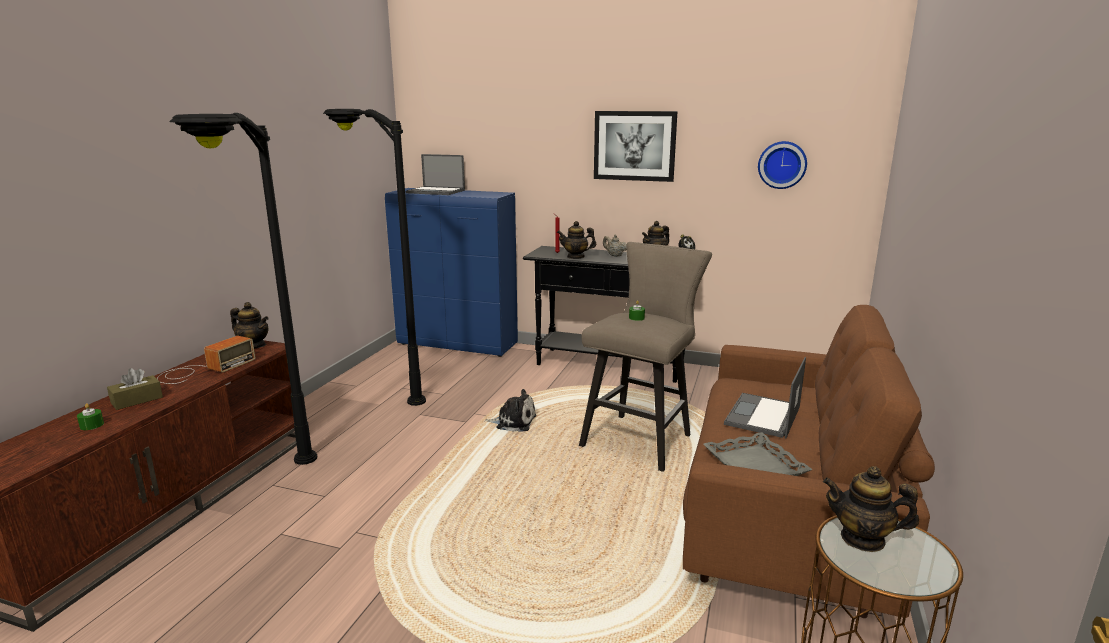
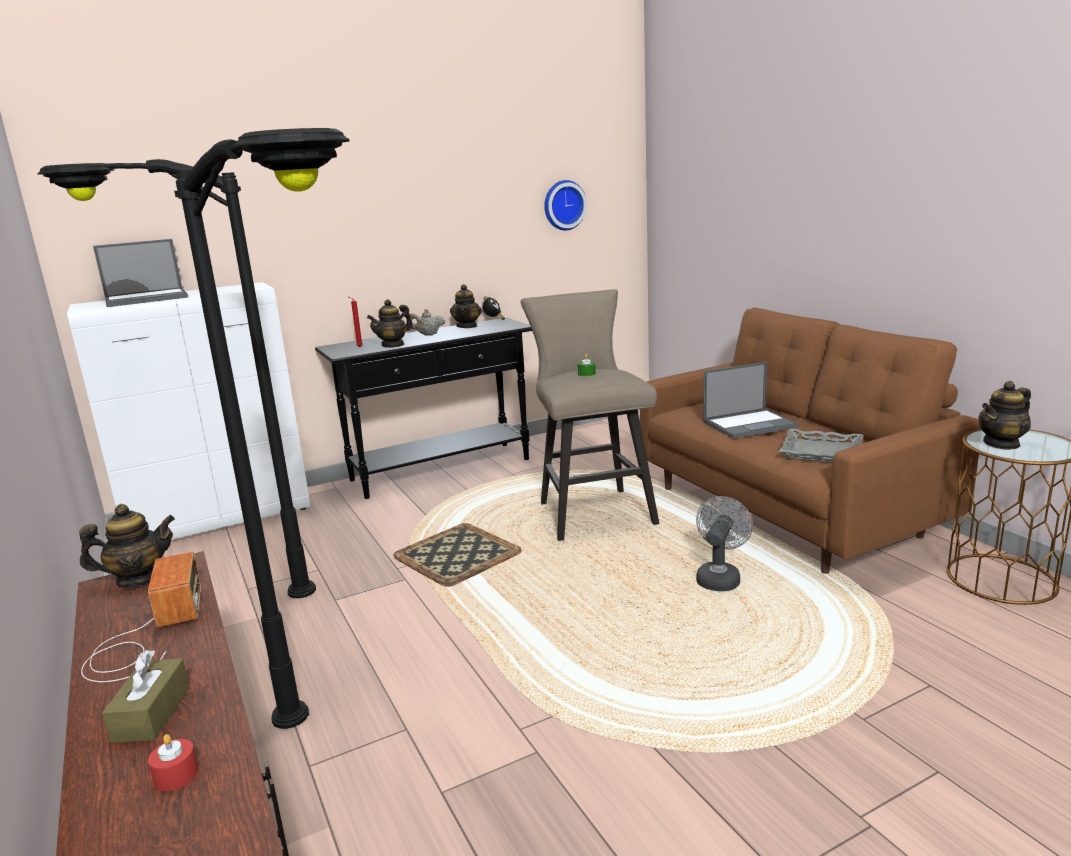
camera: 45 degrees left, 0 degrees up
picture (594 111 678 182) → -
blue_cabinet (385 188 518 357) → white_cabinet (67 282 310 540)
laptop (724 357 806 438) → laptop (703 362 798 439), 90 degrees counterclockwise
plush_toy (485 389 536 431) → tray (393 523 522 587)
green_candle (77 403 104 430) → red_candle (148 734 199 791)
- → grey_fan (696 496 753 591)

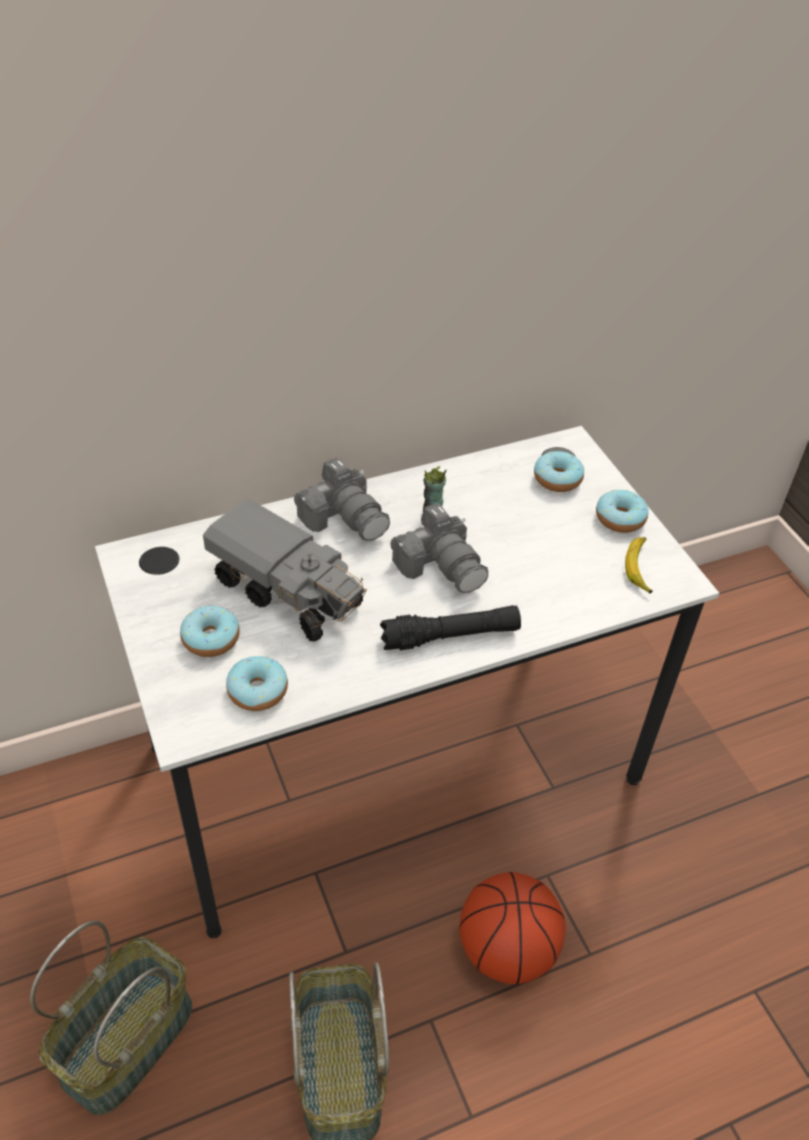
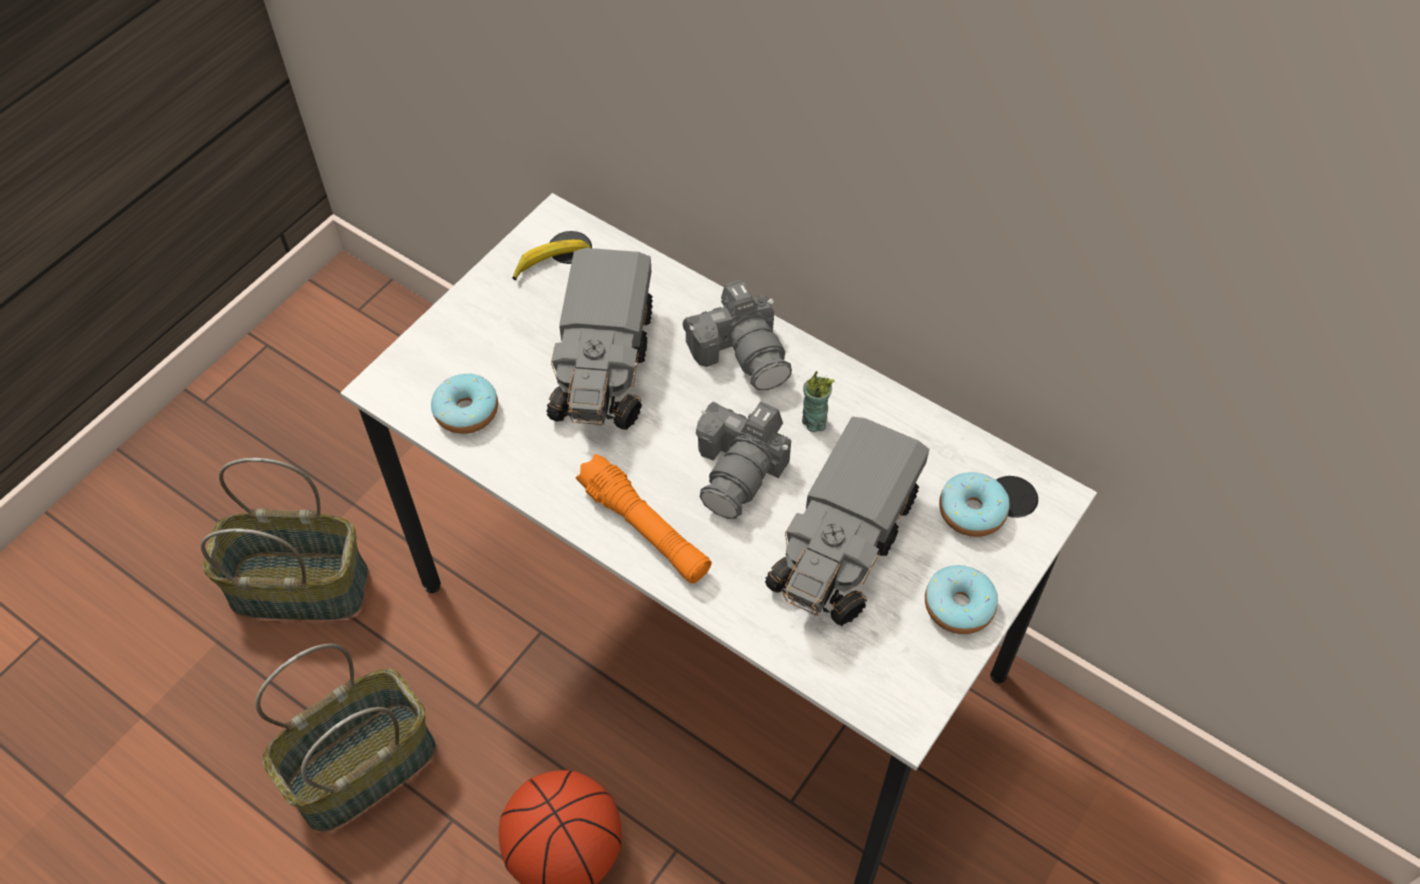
camera: 60 degrees right, 10 degrees up
photo_camera (294 458 390 541) → photo_camera (683 280 792 390), 45 degrees counterclockwise
banana (625 537 653 593) → banana (512 240 592 280), moved
black_flashlight (380 605 521 650) → orange_flashlight (576 454 712 584)
donut (180 606 240 657) → -
- → toy_truck (765 417 929 626)

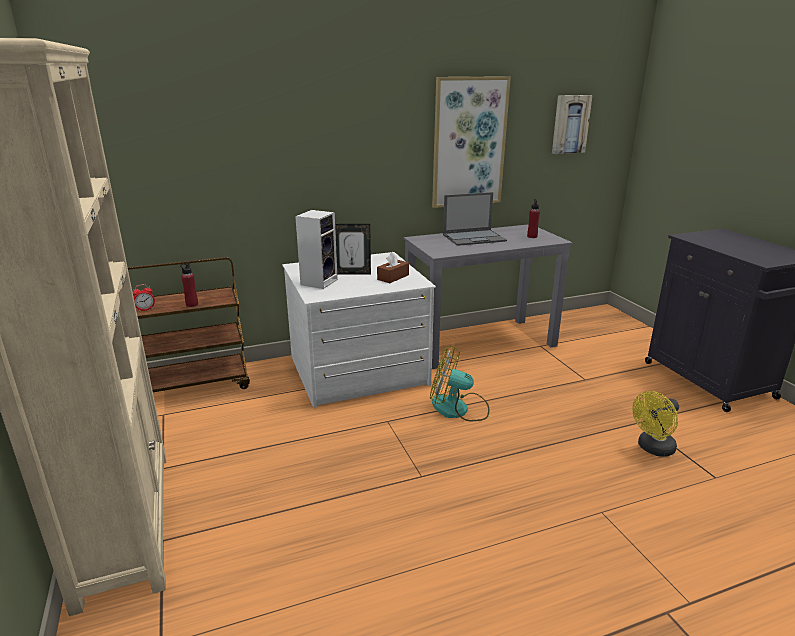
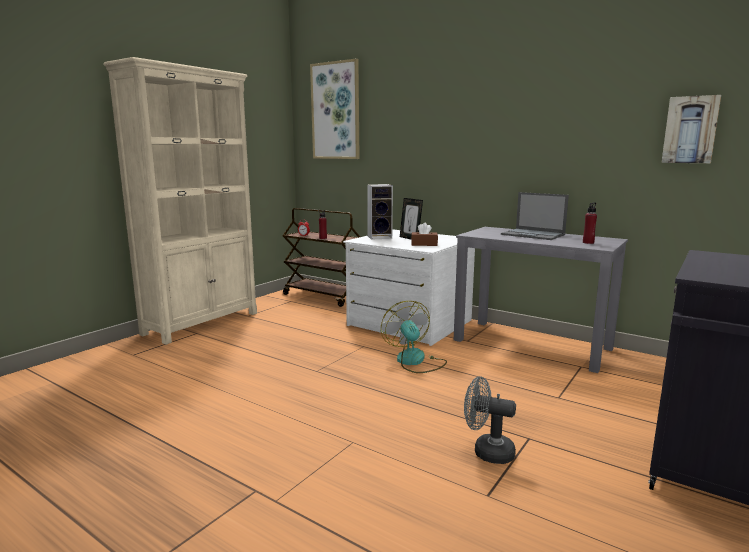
camera: 55 degrees right, 10 degrees down
picture (432 76 511 208) → picture (310 59 360 159), moved
yellow_fan (632 391 679 457) → grey_fan (464 376 516 464)

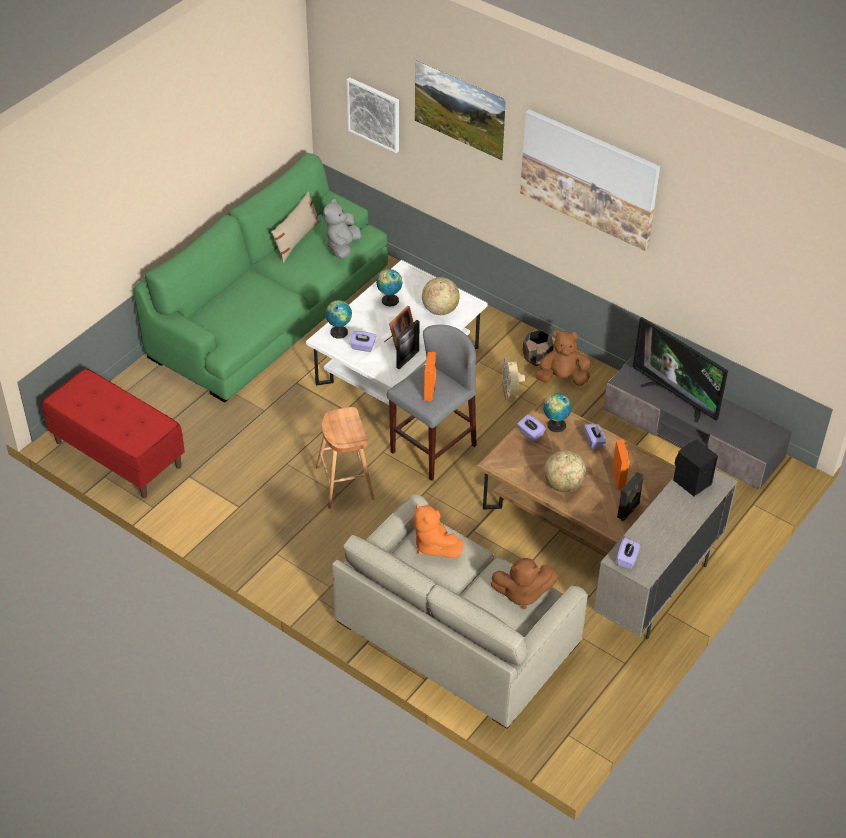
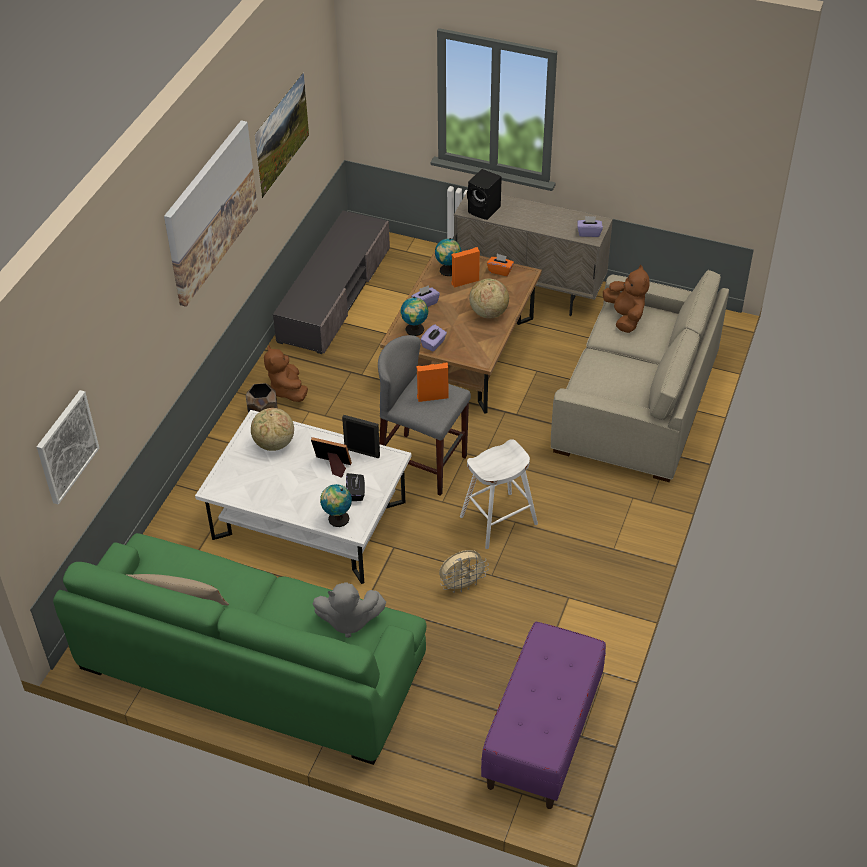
camera: 105 degrees left, 0 degrees up
picture (415 60 506 160) → picture (255 72 309 198), moved
grey_plush_toy (323 199 361 259) → grey_plush_toy (313 582 386 638), moved
globe (376 269 402 306) → globe (435 238 461 276), moved
television (633 317 728 423) → -
purple_tissue_box (349 331 376 352) → black_tissue_box (346 473 365 501)
beige_fan (502 358 525 400) → beige_fan (439 550 489 593), moved
red_bench (42 368 185 498) → purple_bench (481 622 606 809)
brown_stool (316 407 375 509) → white_stool (460 439 538 549)
black_speaker (617 472 644 521) → orange_tissue_box (487 254 514 276)
orange_plush_toy (413 503 464 558) → -

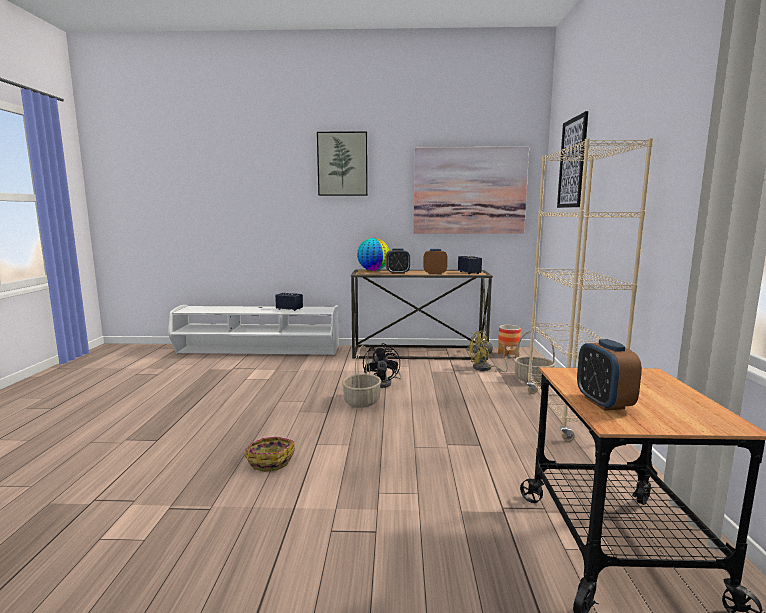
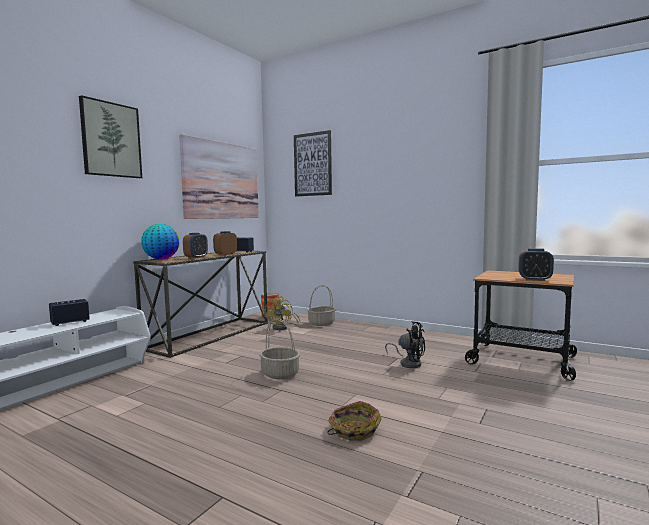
camera: 60 degrees left, 5 degrees down
beige_bookcase (526 138 653 442) → -
black_fan (363 343 402 388) → black_fan (385 321 425 368), moved

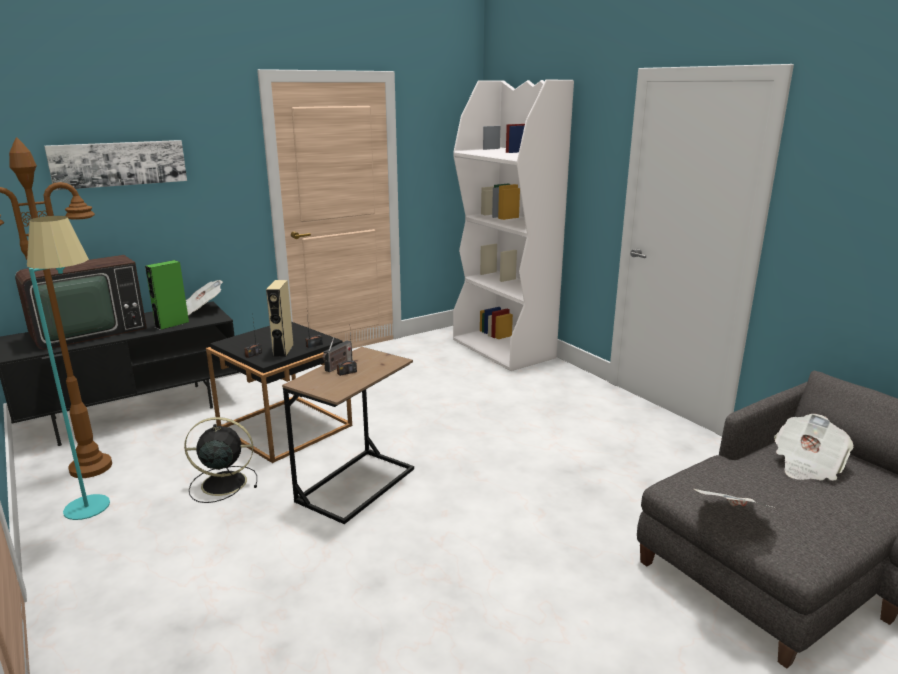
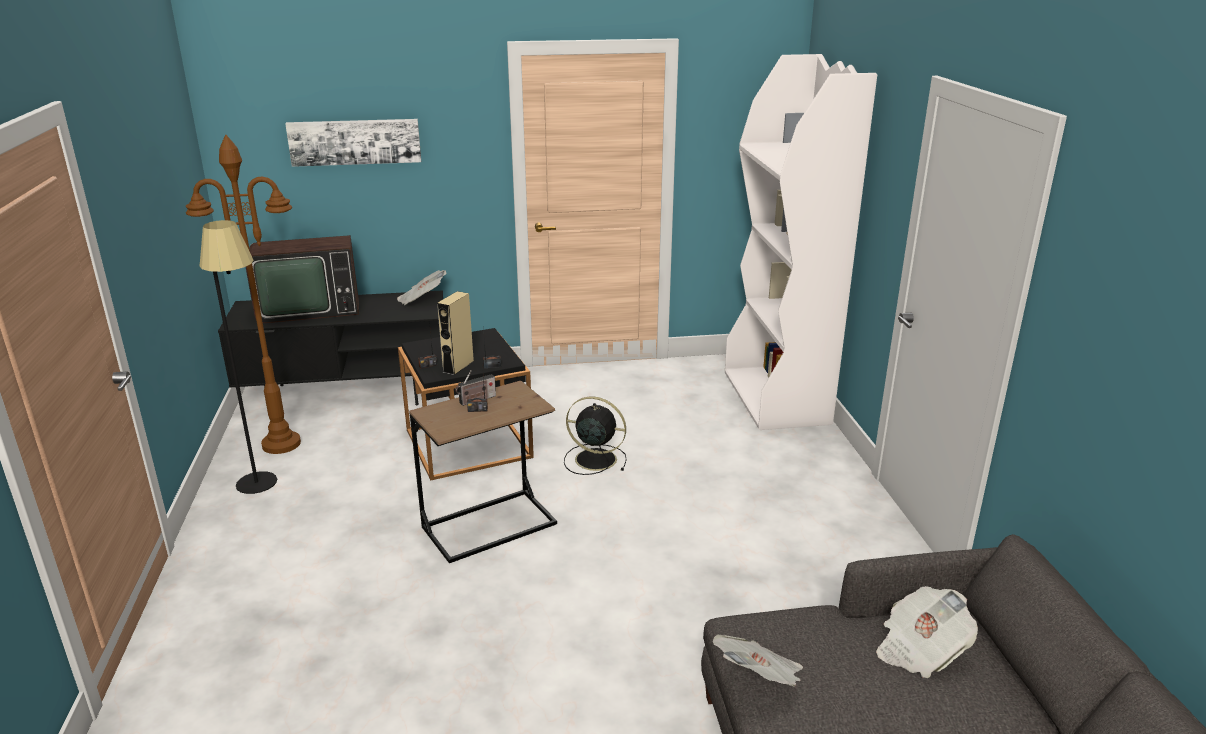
camera: 25 degrees right, 5 degrees up
turquoise_floor_lamp (27 216 110 520) → black_floor_lamp (200 220 277 494)
green_speaker (145 260 190 330) → -
black_fan (184 417 257 503) → black_fan (564 397 627 475), moved

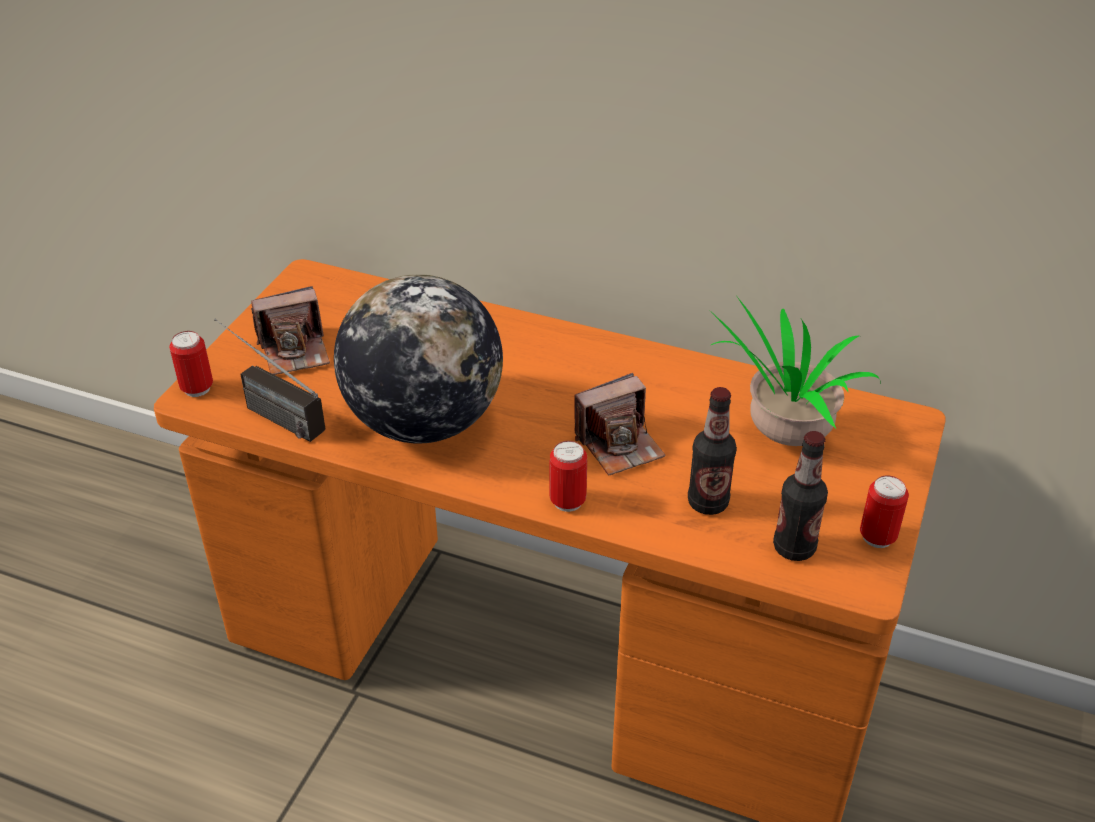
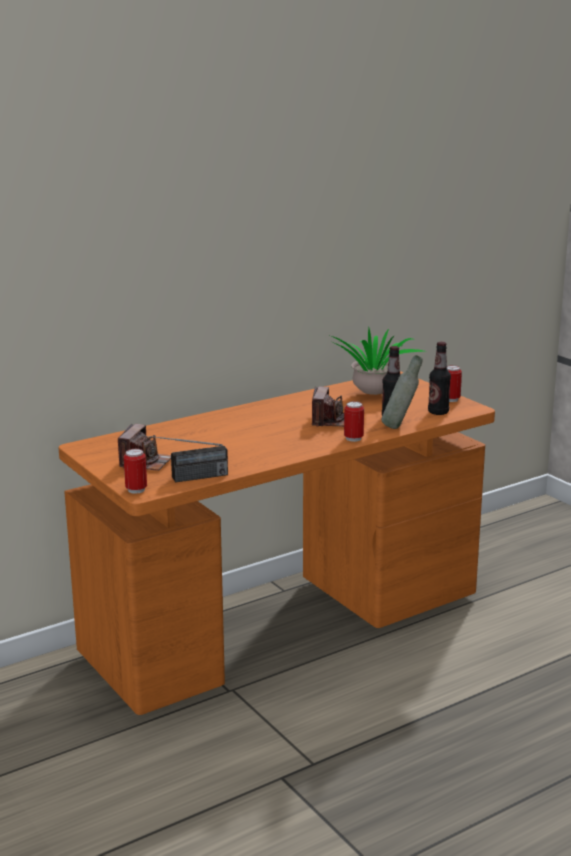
camera: 55 degrees left, 20 degrees down
globe (334 274 503 444) → -
- → grey_bottle (382 355 422 429)

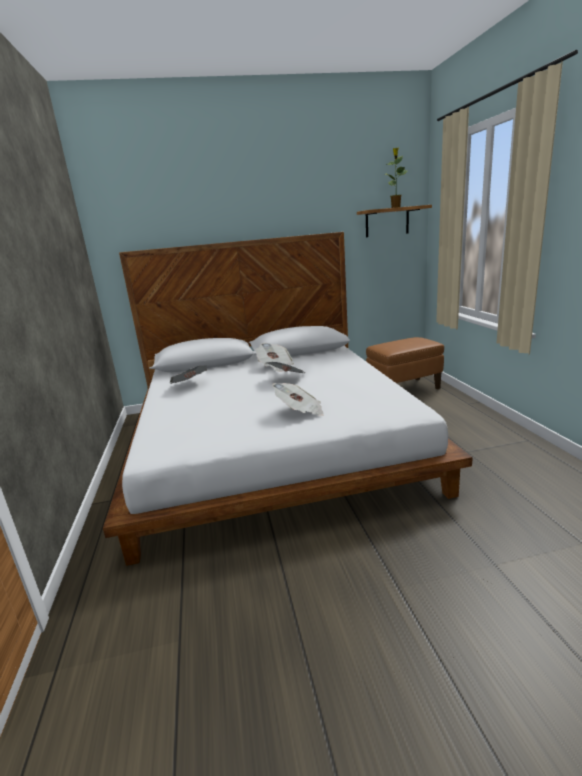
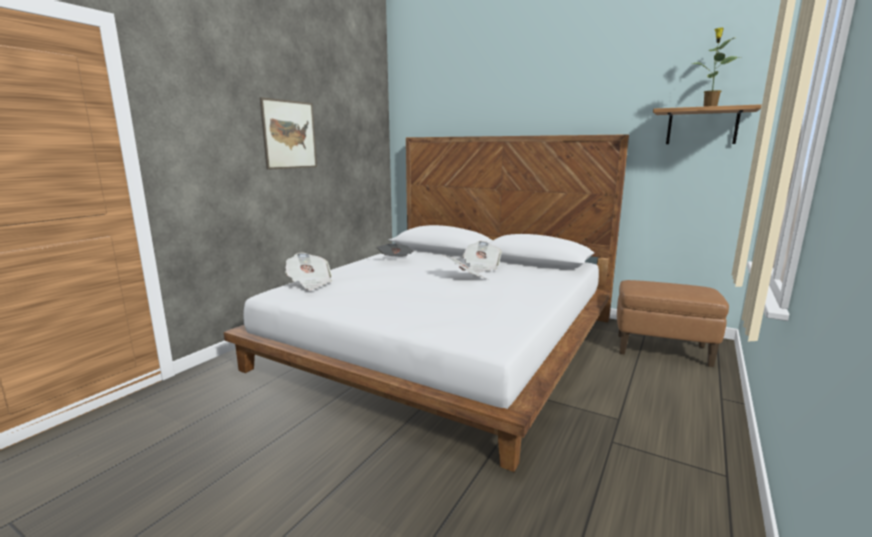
camera: 40 degrees right, 5 degrees down
newspaper (272 383 324 416) → newspaper (285 253 332 290), moved
- → picture (260 97 317 170)

